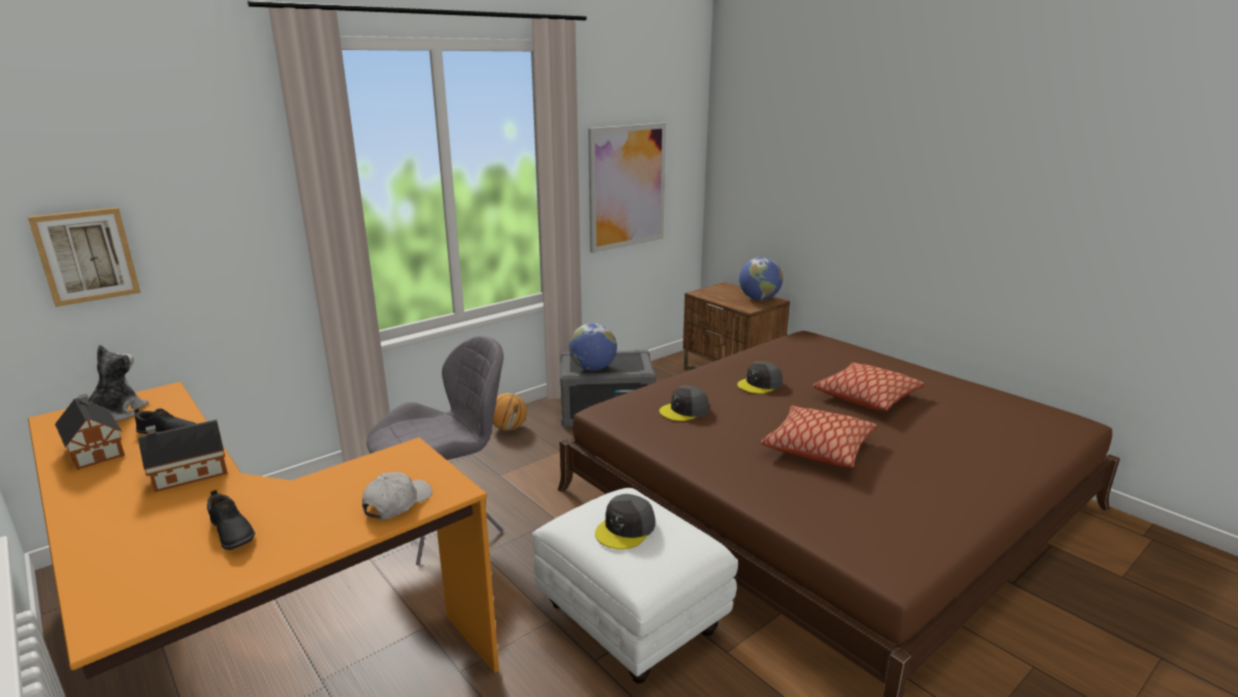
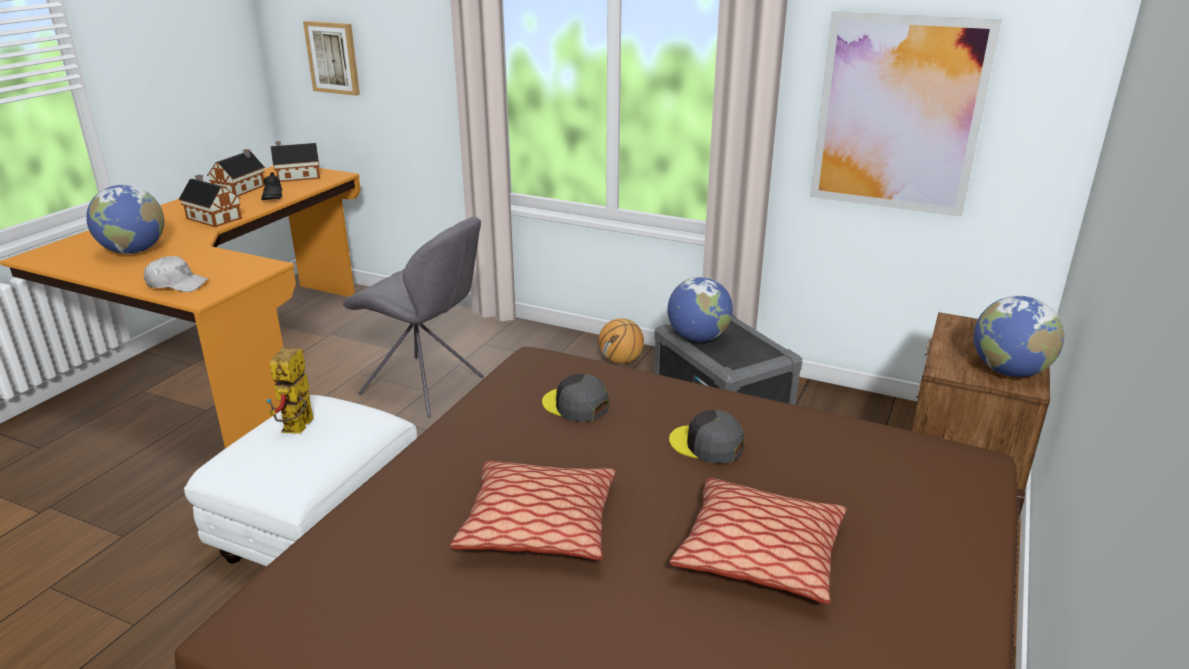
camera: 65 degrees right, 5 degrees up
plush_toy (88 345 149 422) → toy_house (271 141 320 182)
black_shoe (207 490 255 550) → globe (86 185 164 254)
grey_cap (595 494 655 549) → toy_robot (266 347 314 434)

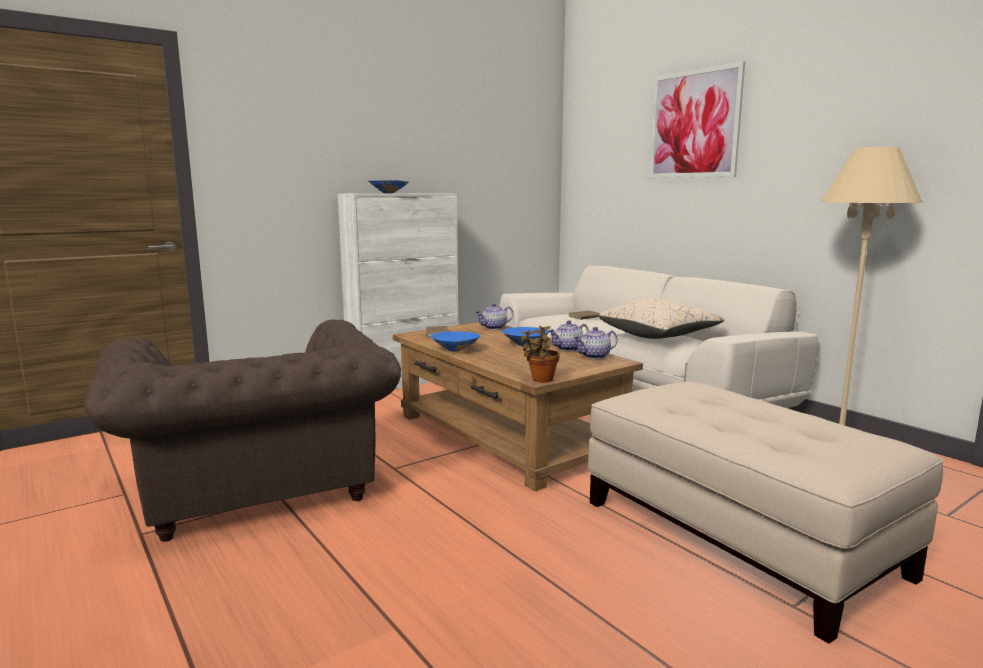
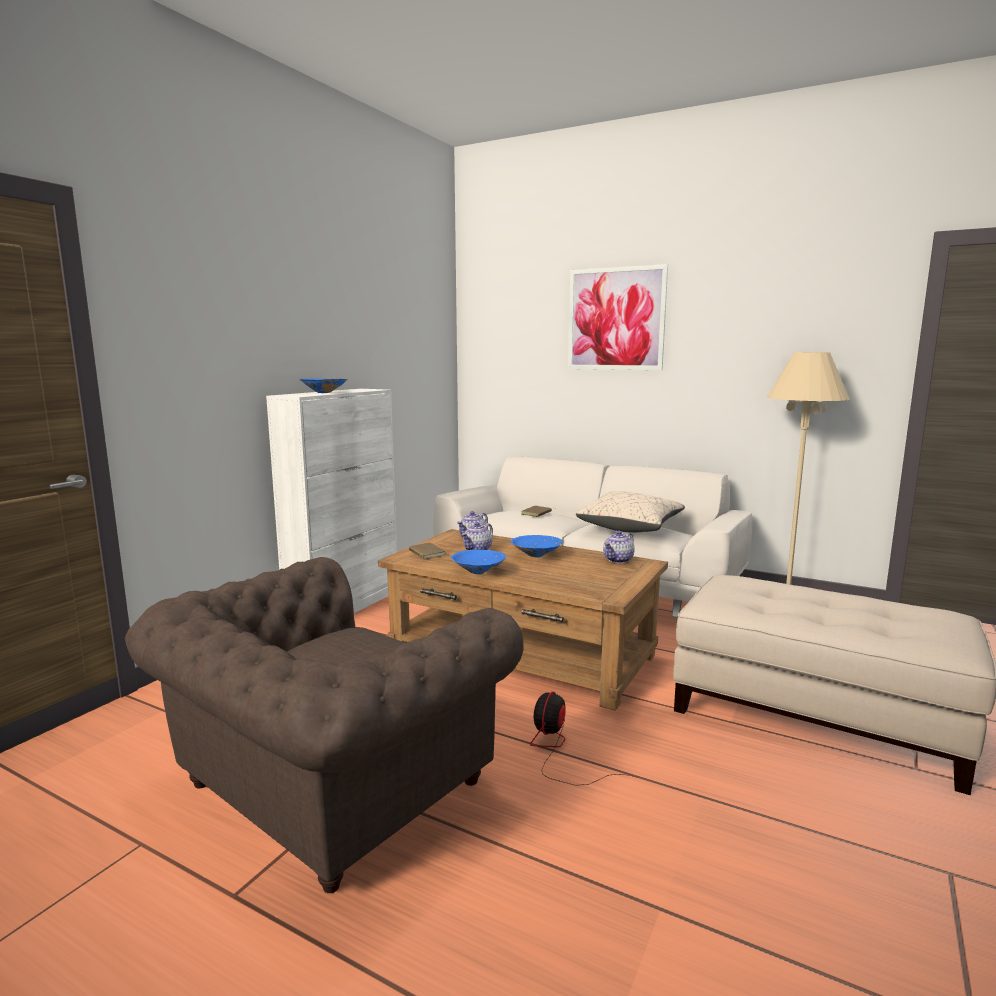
camera: 25 degrees left, 0 degrees up
brown_armchair (84 319 401 542) → brown_armchair (125 557 524 893), 90 degrees clockwise
teapot (548 320 589 351) → teapot (461 522 493 550), moved
potted_plant (521 326 560 382) → -
- → fan (530 692 639 785)

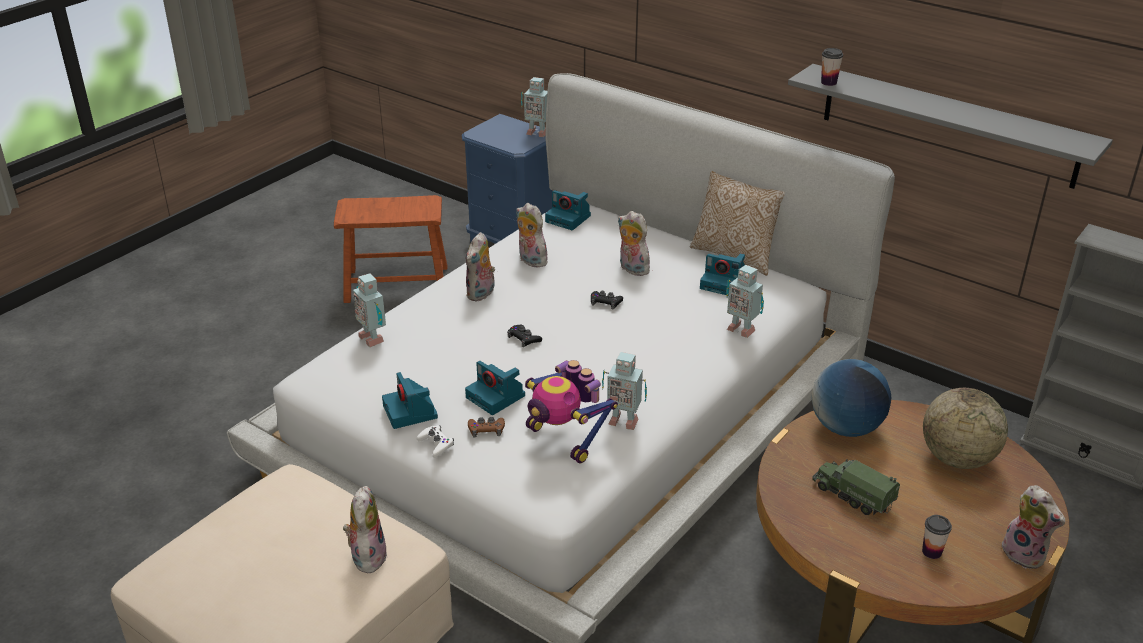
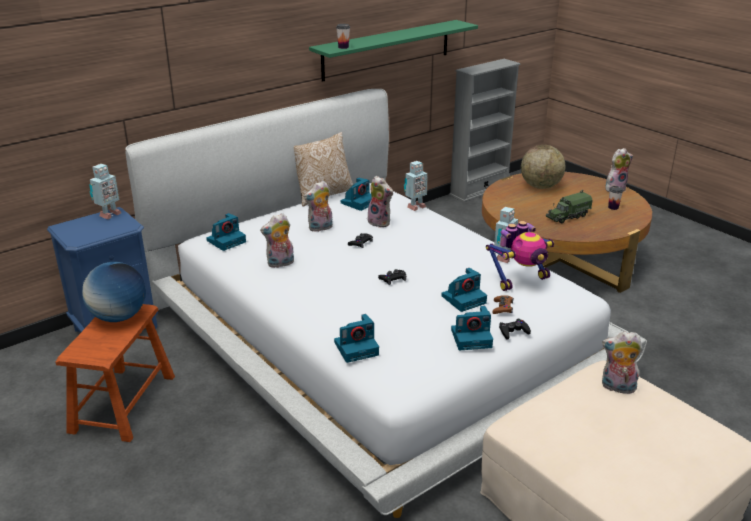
camera: 75 degrees left, 5 degrees down
grey_shelf (788 64 1113 189) → green_shelf (309 20 478 82)
plush_toy (466 232 495 302) → plush_toy (367 176 393 228), moved
toy_robot (353 273 386 347) → photo_camera (334 314 379 363)
globe (811 359 891 437) → globe (82 262 146 322), moved
white_game_controller (417 425 454 458) → black_game_controller (499 319 531 340)

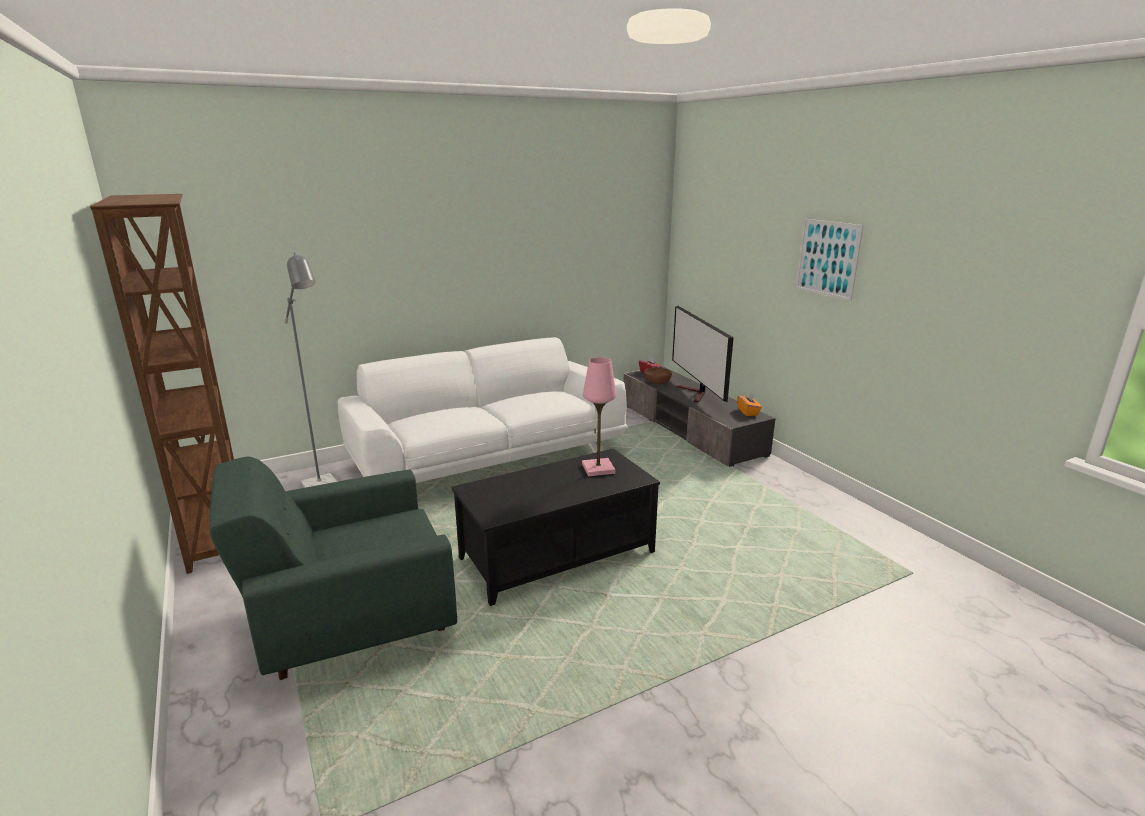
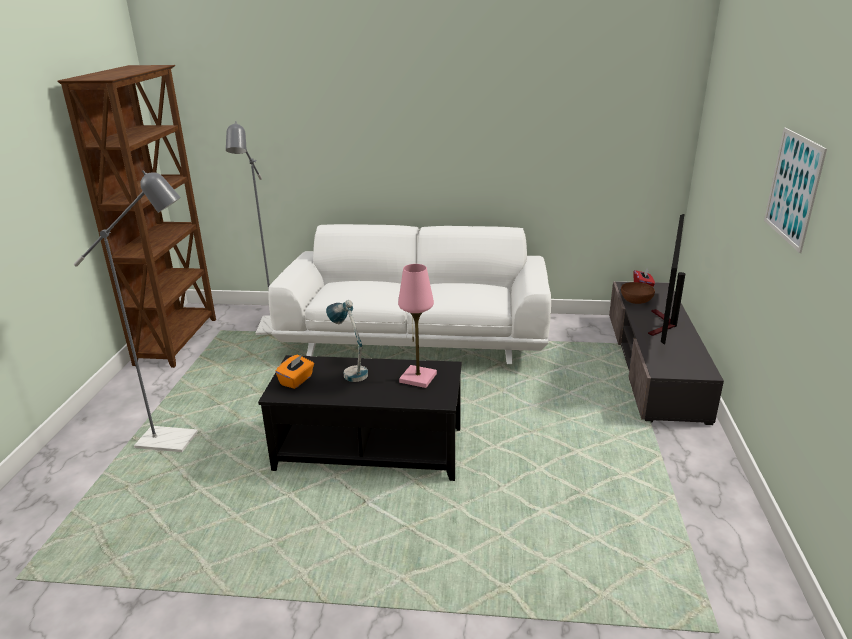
camera: 35 degrees right, 5 degrees up
orange_tissue_box (737 393 762 416) → orange_tissue_box (275 354 314 389), moved
green_armchair (210 456 457 680) → grey_floor_lamp (74 170 198 452)
- → table_lamp (326 300 368 382)

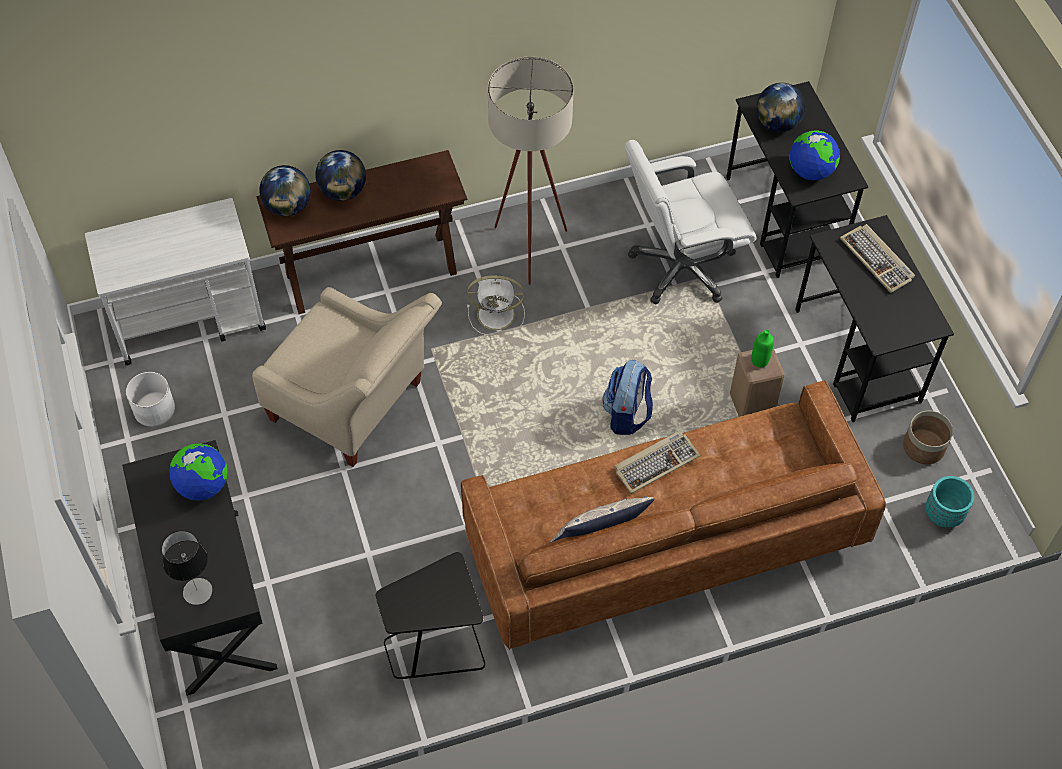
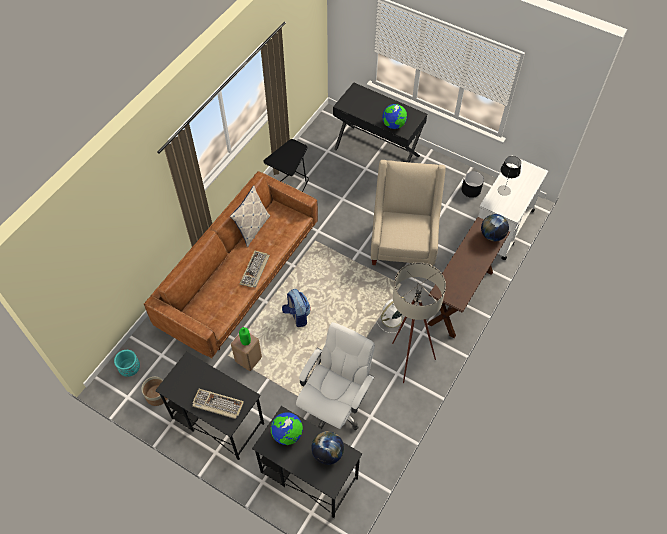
camera: 140 degrees right, 0 degrees up
globe (315 150 366 201) → -
beige_armchair (252 287 442 467) → beige_armchair (371 160 446 266), 105 degrees clockwise
white_planter (126 372 175 427) → black_planter (462 171 484 198)
table_lamp (162 531 213 605) → table_lamp (498 156 521 196), moved

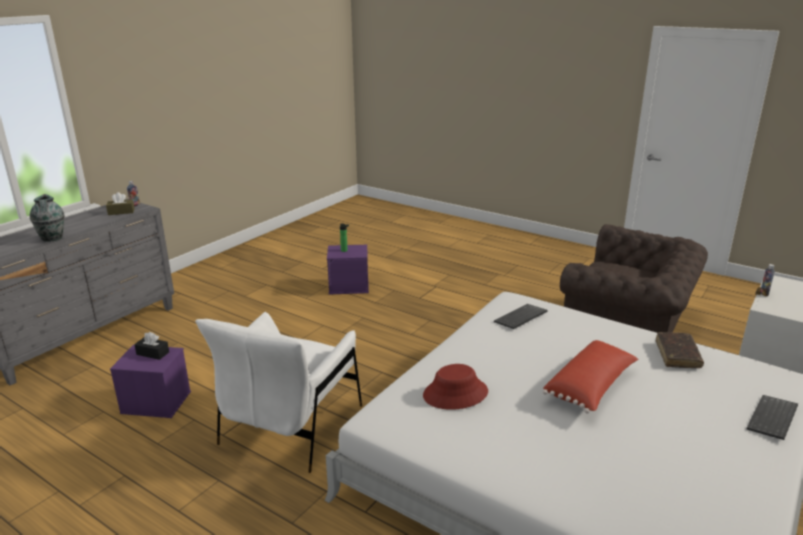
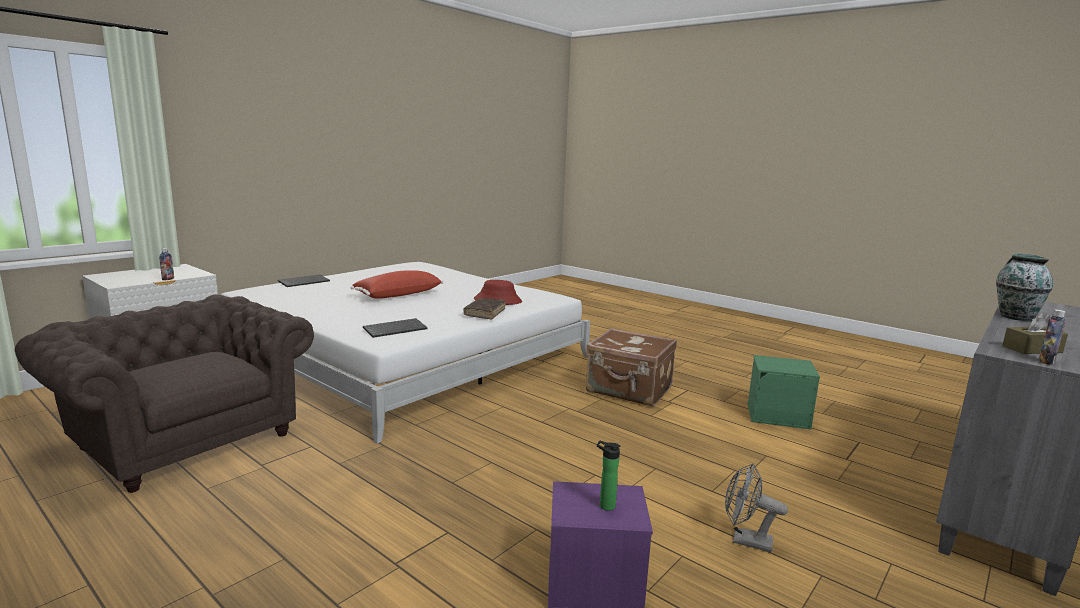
camera: 175 degrees left, 10 degrees down
white_armchair (195 312 362 473) → brown_suitcase (586 328 677 407)
black_tissue_box (134 332 169 360) → -
brown_book (656 332 704 368) → brown_book (464 298 506 319), moved
purple_storage_box (110 345 191 418) → green_storage_box (747 355 820 430)
- → grey_fan (725 463 788 552)

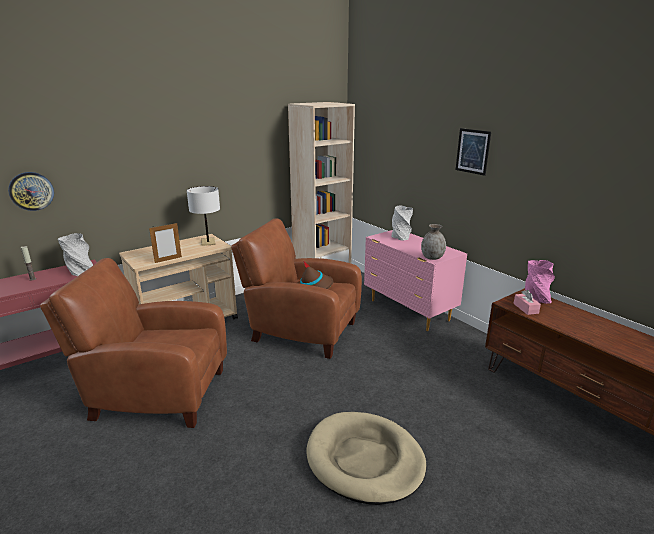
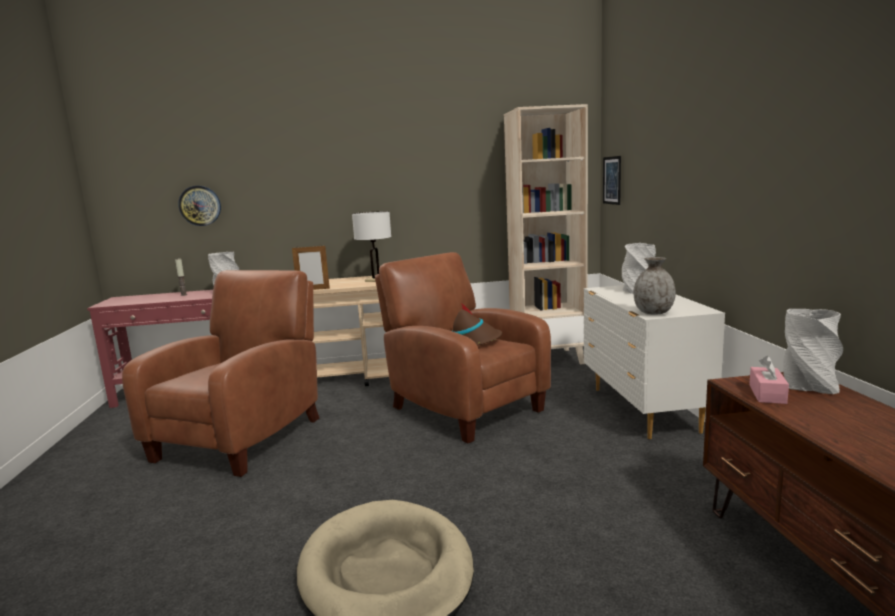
camera: 30 degrees right, 10 degrees down
picture (456 128 491 176) → picture (603 156 621 205), moved
pink_dresser (364 230 467 331) → white_dresser (584 285 725 439)
brown_armchair (40 258 227 428) → brown_armchair (122 270 319 477), 75 degrees clockwise
pink_vase (525 260 555 304) → grey_vase (783 309 843 394)

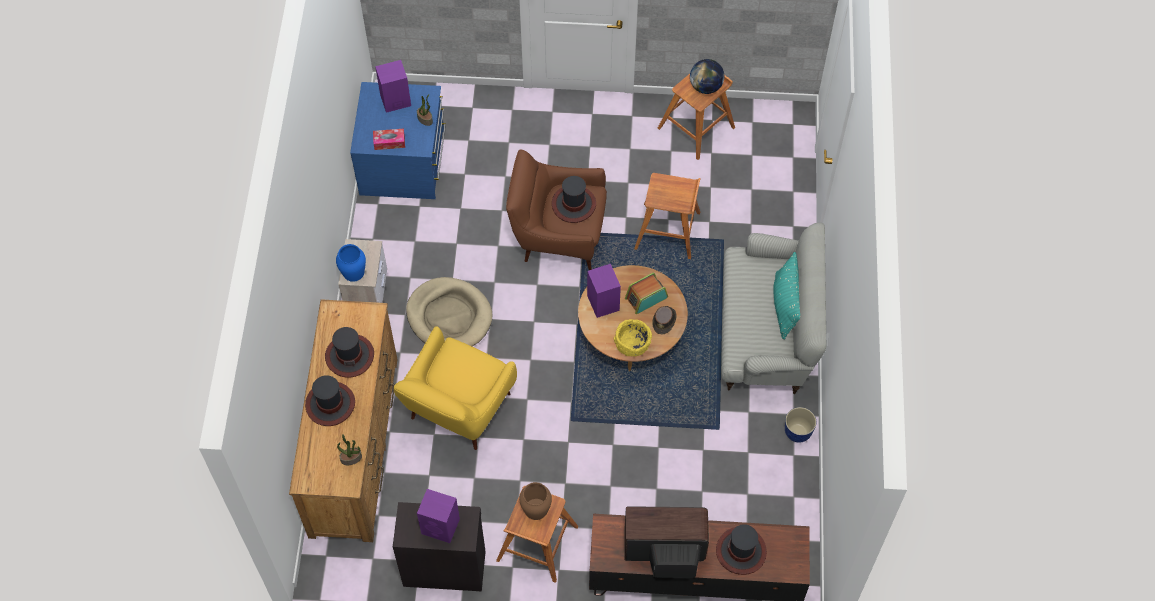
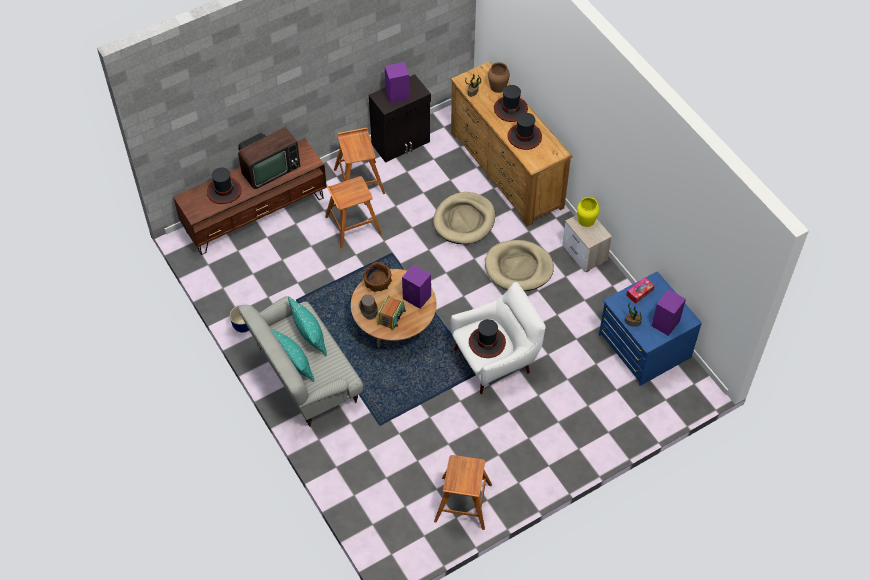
camera: 145 degrees right, 5 degrees down
globe (690 59 725 94) → -
brown_armchair (506 150 607 270) → white_armchair (450 282 546 394)
brown_stool (634 173 701 259) → brown_stool (325 176 382 249), moved
blue_vase (336 244 366 282) → yellow_vase (577 197 599 227)
yellow_bowl (613 319 652 357) → brown_bowl (364 262 392 292)
yellow_armchair (394 326 517 450) → beige_dog_bed (433 192 495 244)
brown_vase (519 482 552 520) → brown_vase (488 62 510 93), moved
- → turquoise_pillow (288 297 327 356)

